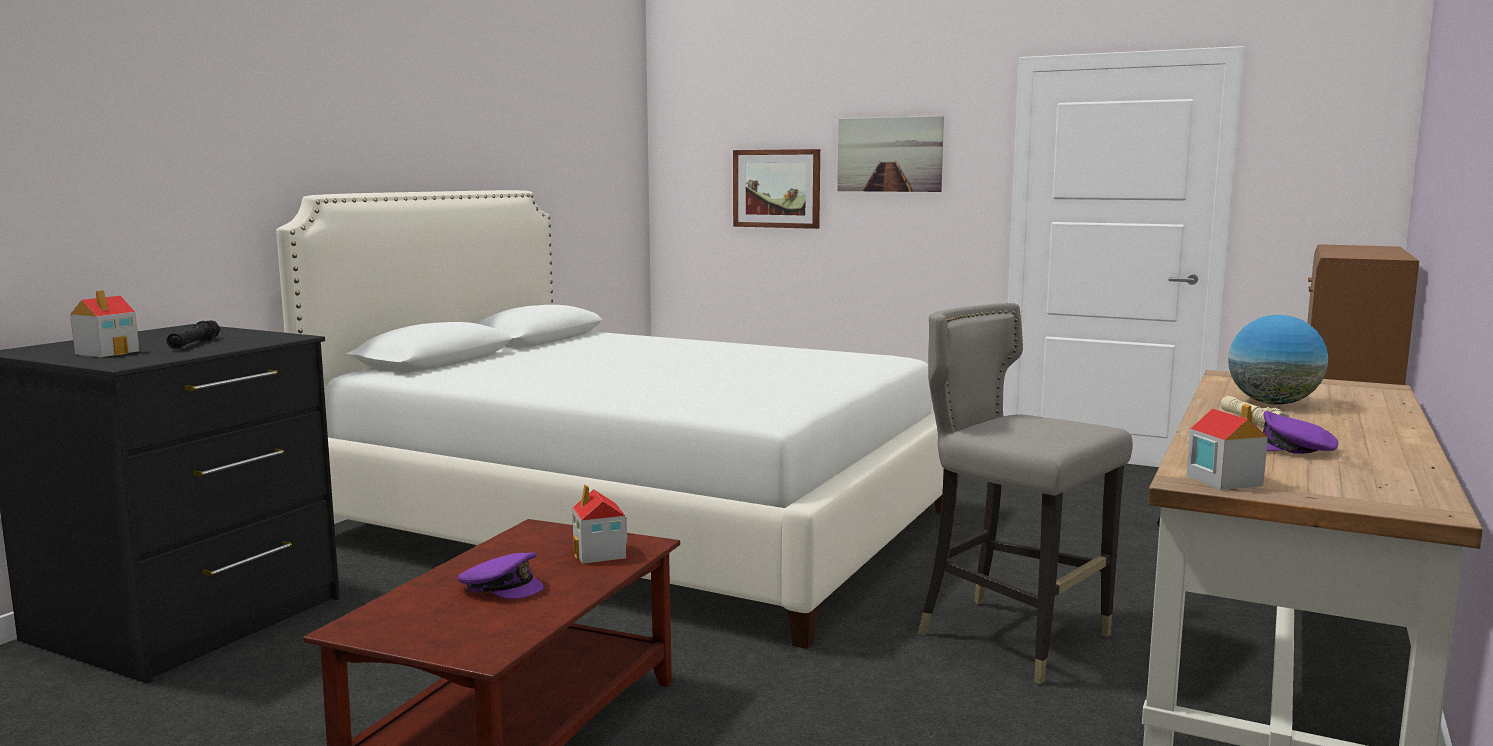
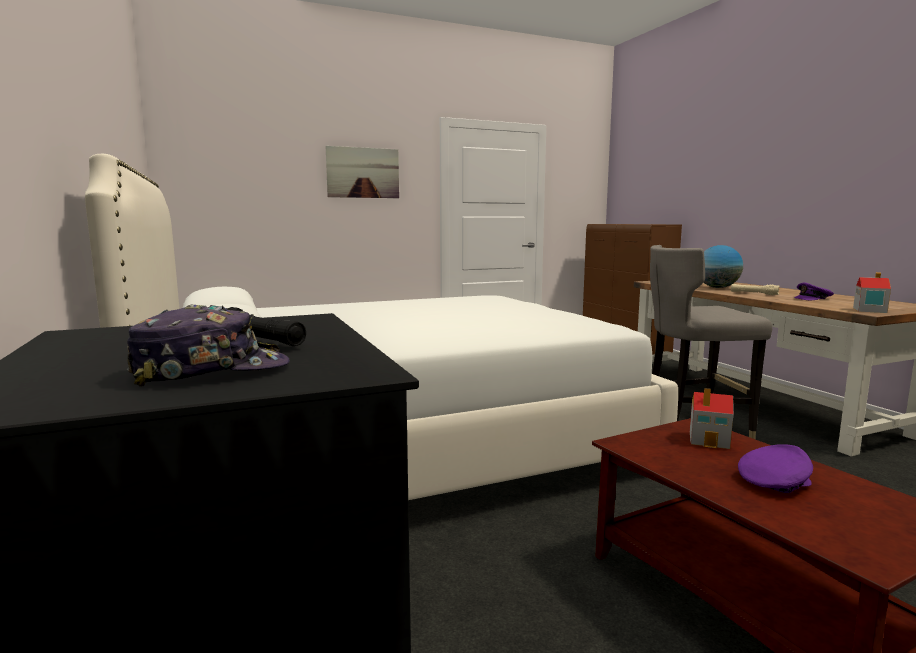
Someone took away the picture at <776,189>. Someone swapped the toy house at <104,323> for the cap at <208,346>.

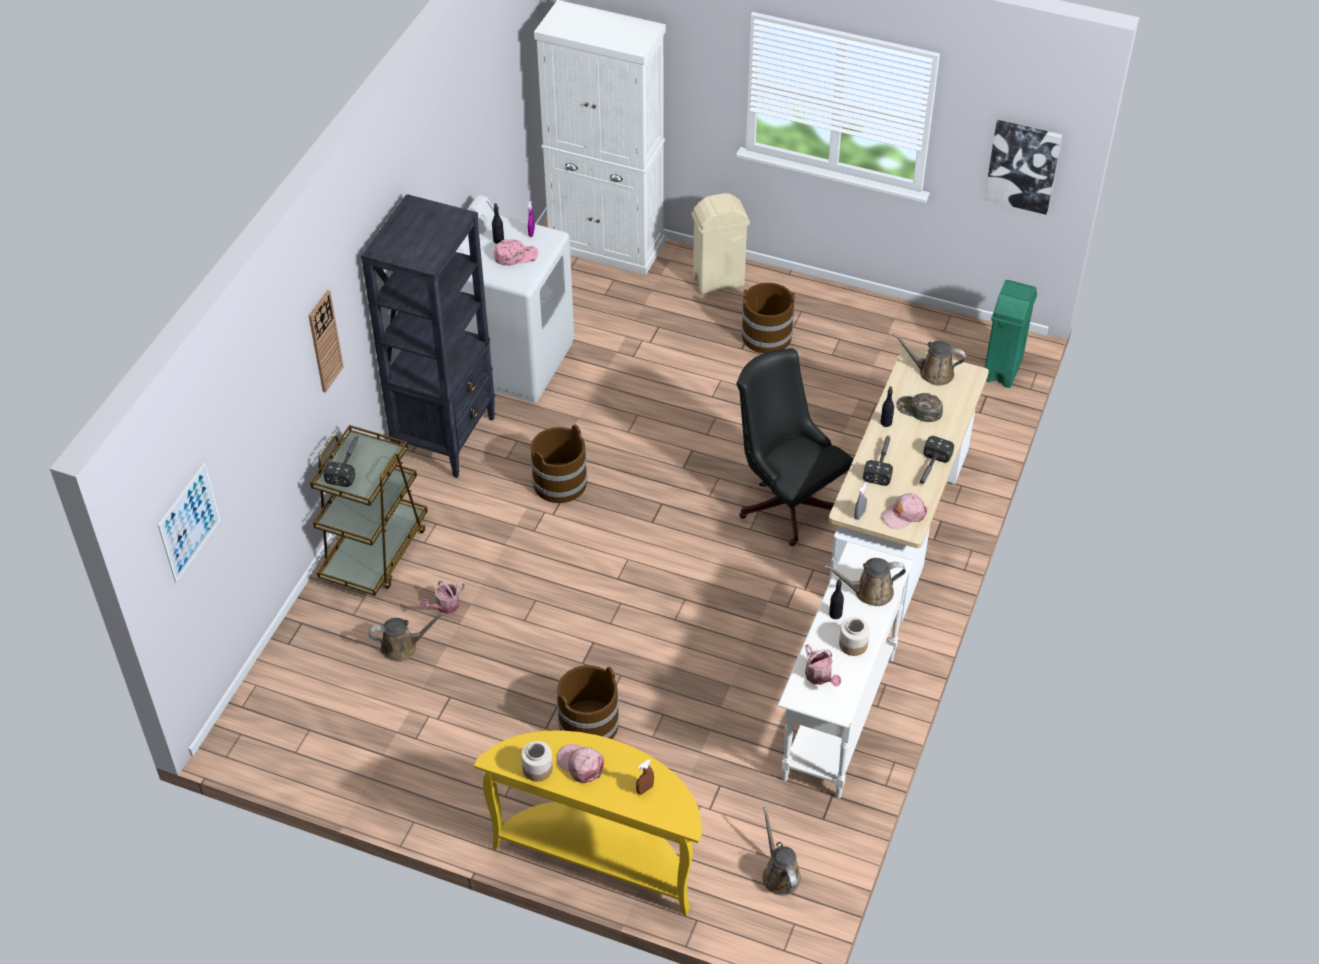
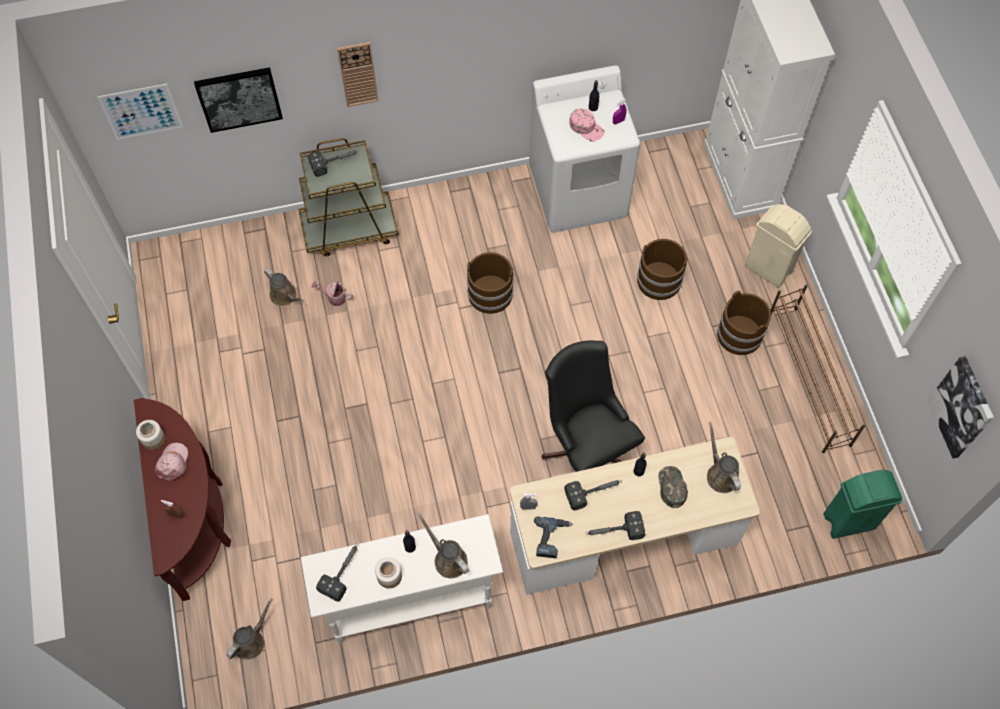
Someone took away the black bookcase at <428,336>. Someone rotated the black office chair at <795,447> by 45 degrees counterclockwise. Someone swapped the pink cap at <904,511> for the power drill at <553,537>. Someone swapped the watering can at <823,665> for the hammer at <337,573>. Someone carried the brown bucket from <588,702> to <662,269>. Someone repainted the yellow console table at <588,823>, which became the brown console table at <182,499>. Someone put up the picture at <238,100>. Someone put down the brown shoe rack at <818,369>.

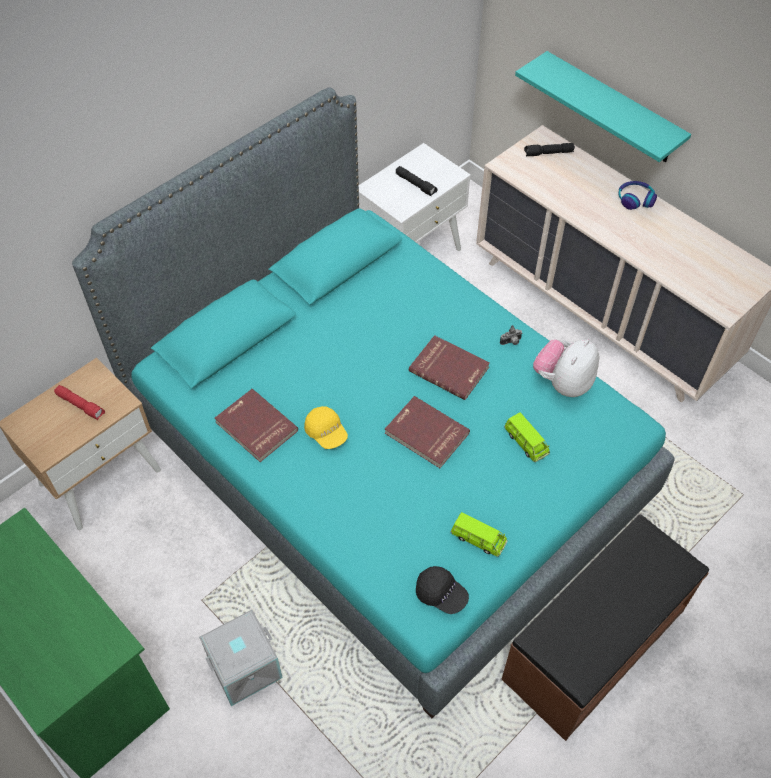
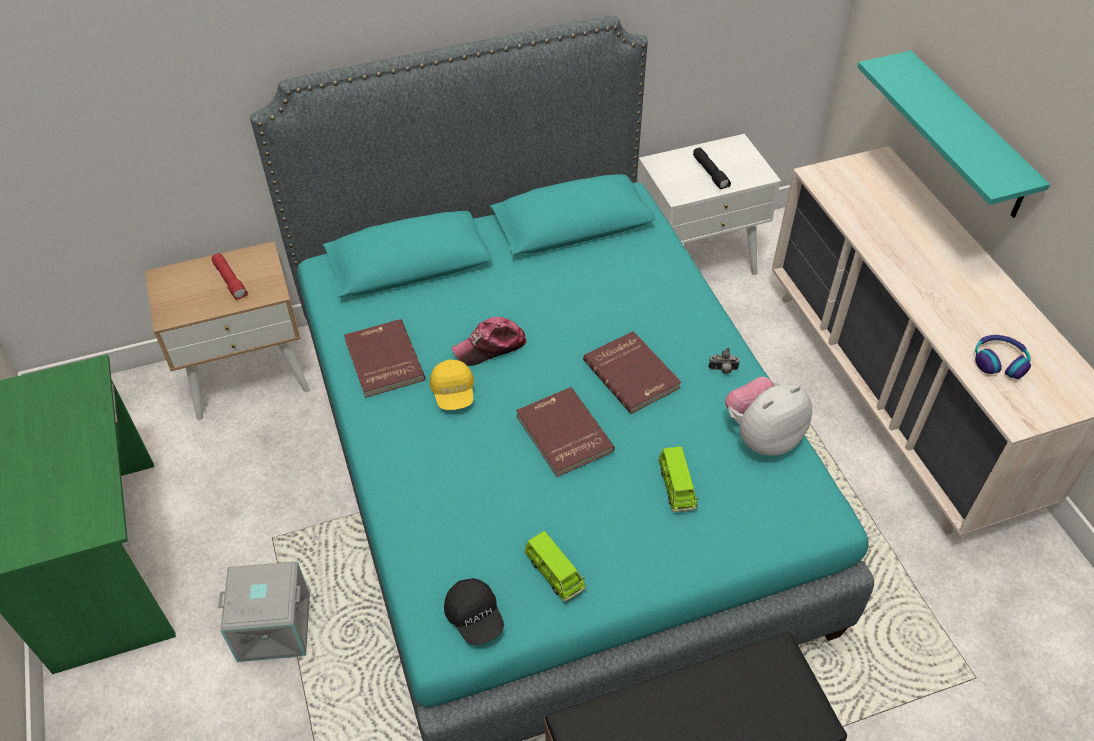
Someone took away the black flashlight at <549,149>. Someone carried the headphones from <638,195> to <1003,357>. Someone put down the cap at <489,341>.

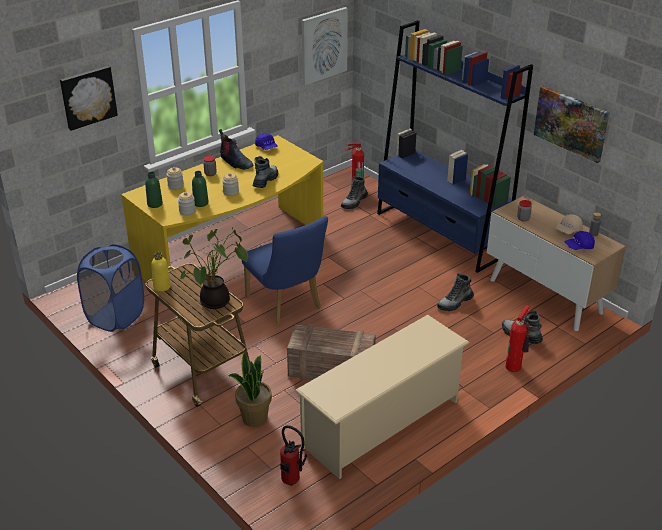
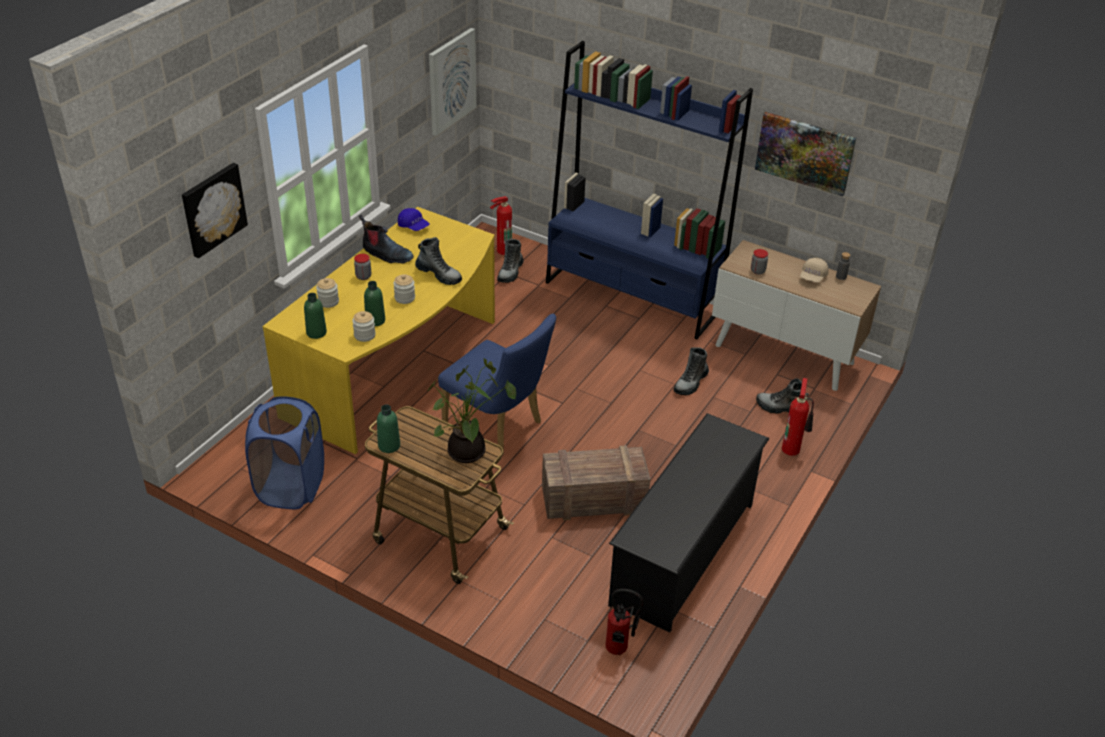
Someone rotated the boot at <265,172> by 120 degrees clockwise. Someone took away the blue cap at <579,240>. Someone repainted the yellow bottle at <161,272>, which became the green bottle at <388,428>. Someone repainted the beige shoe rack at <382,397>, which became the black shoe rack at <688,523>. Someone took away the potted plant at <250,389>.

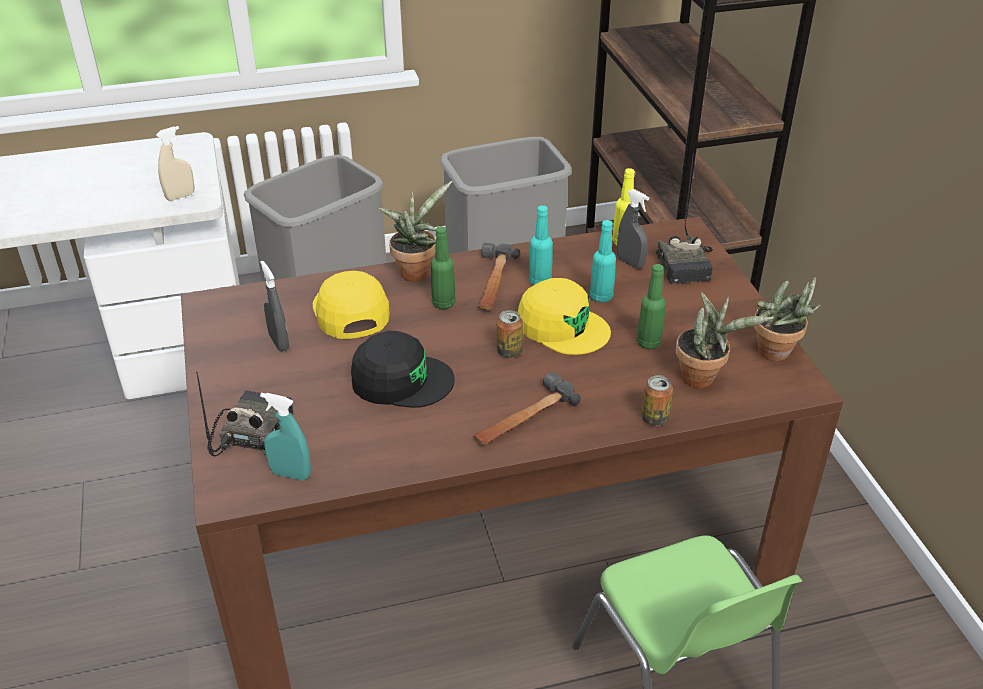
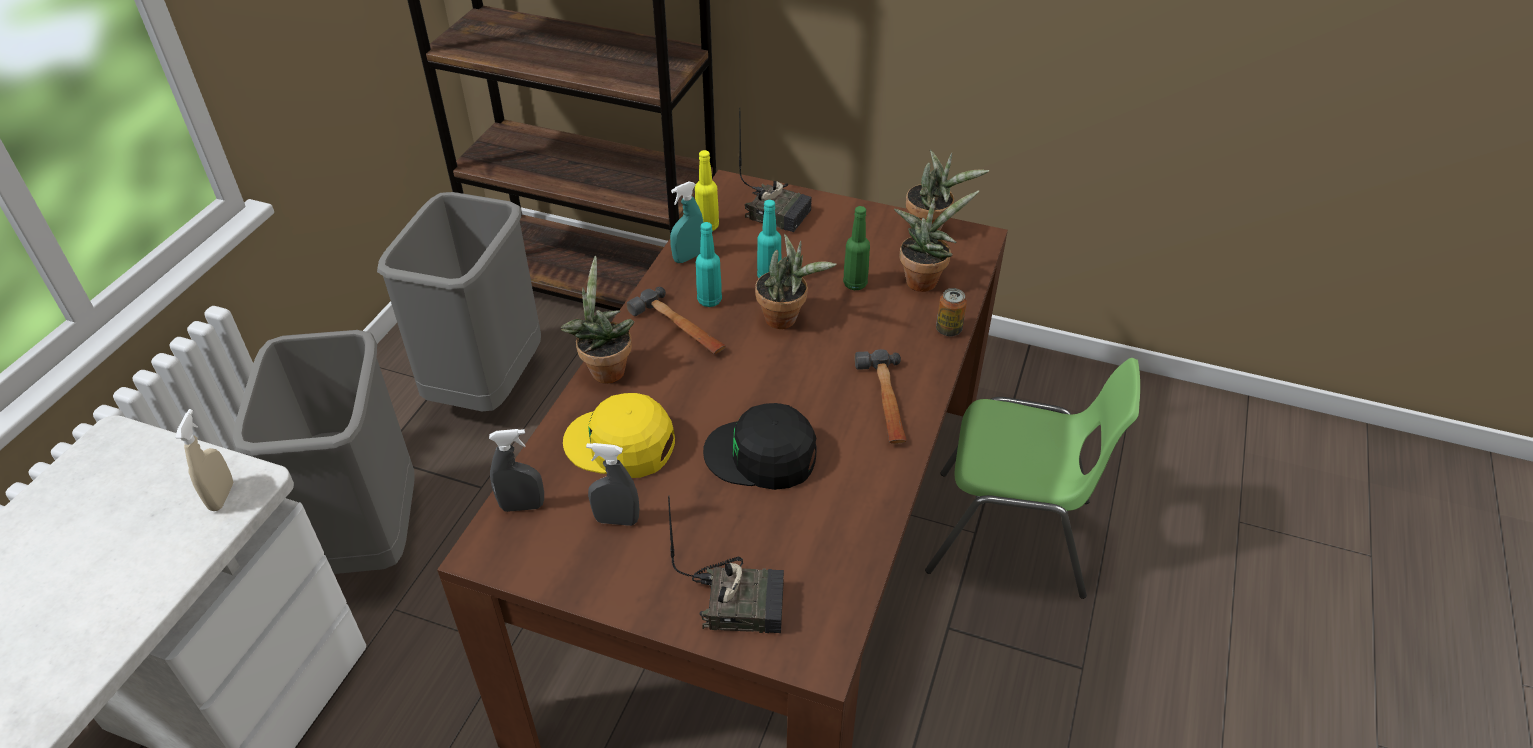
Someone carried the grey spray bottle from <633,229> to <516,470>. Someone took away the green bottle at <443,267>. Someone swapped the yellow cap at <564,316> for the potted plant at <796,281>. Someone took away the can at <510,334>. Someone rotated the black cap at <403,369> by 120 degrees counterclockwise. Someone rotated the radio at <245,414> by 135 degrees clockwise. Someone carried the turquoise spray bottle from <285,437> to <687,222>.

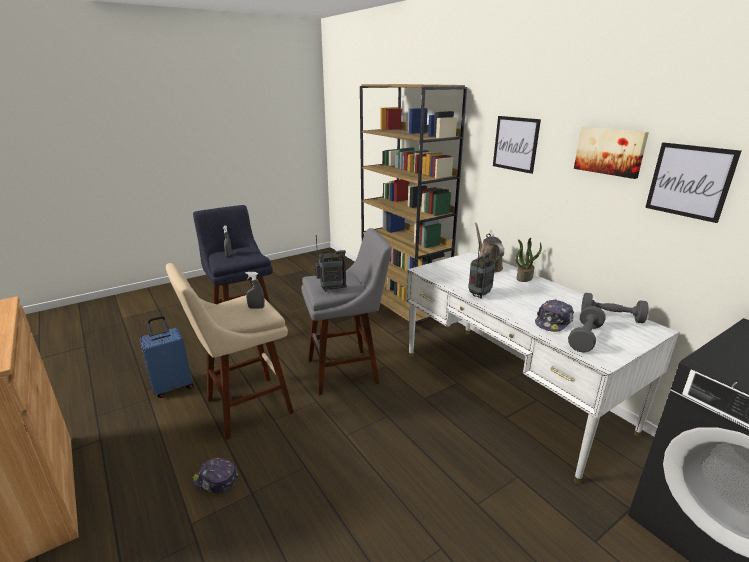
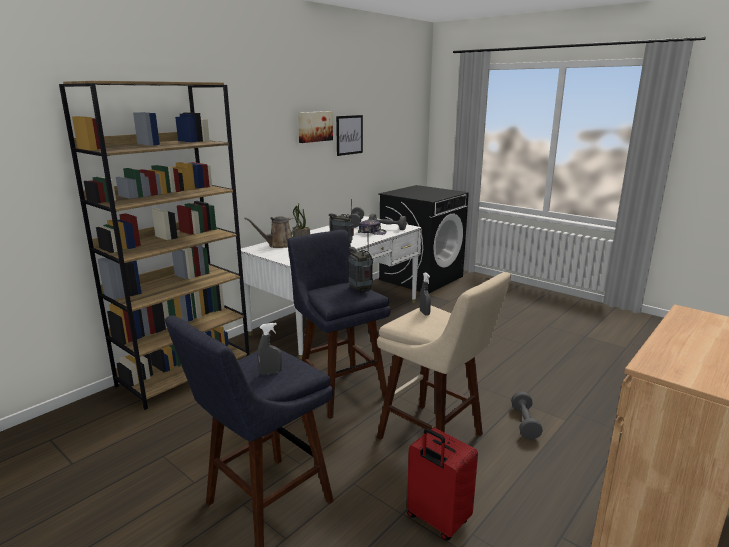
Someone took away the picture at <517,145>. Someone repainted the grey stool at <346,311>, which became the blue stool at <339,324>. Someone repainted the blue suitcase at <166,357>, which became the red suitcase at <442,484>. Someone swapped the cap at <215,475> for the grey dumbbell at <527,415>.

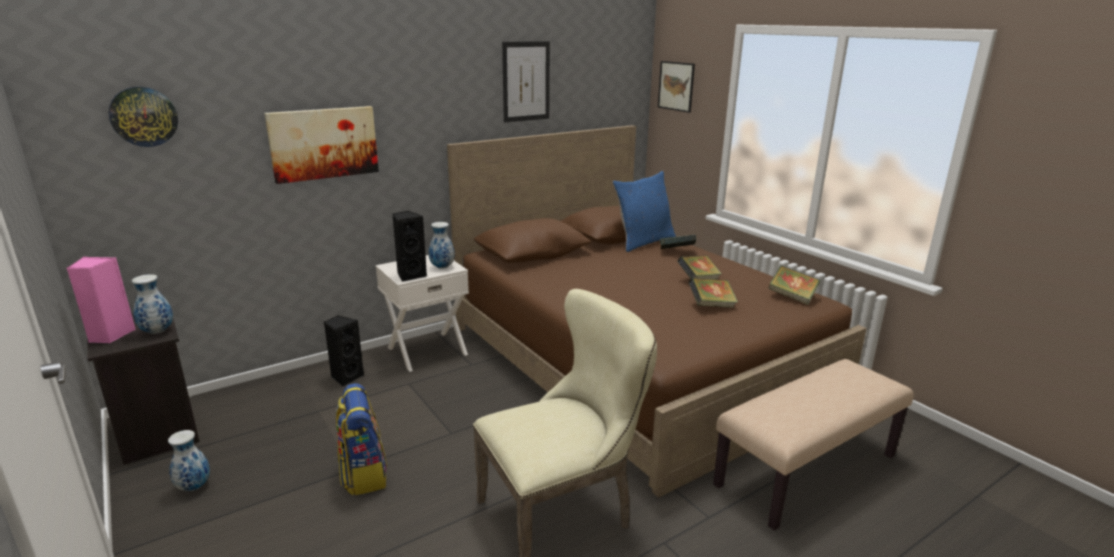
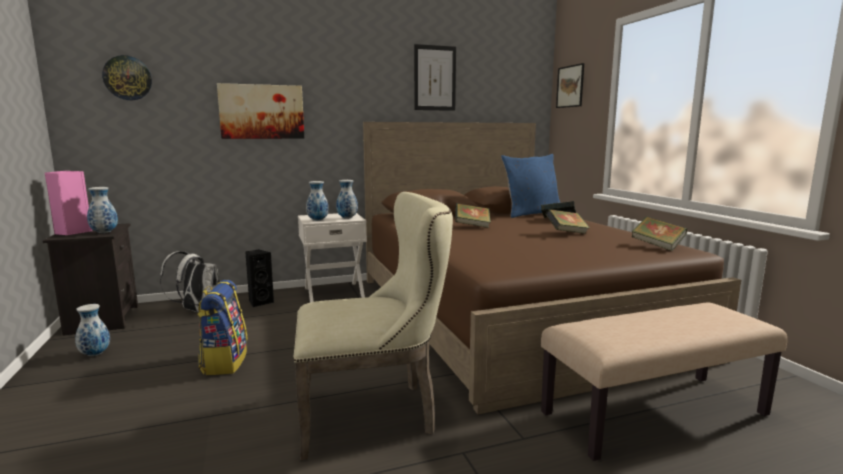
Someone swapped the black speaker at <409,246> for the vase at <317,201>. Someone carried the book from <713,293> to <473,215>. Someone put down the white backpack at <190,281>.

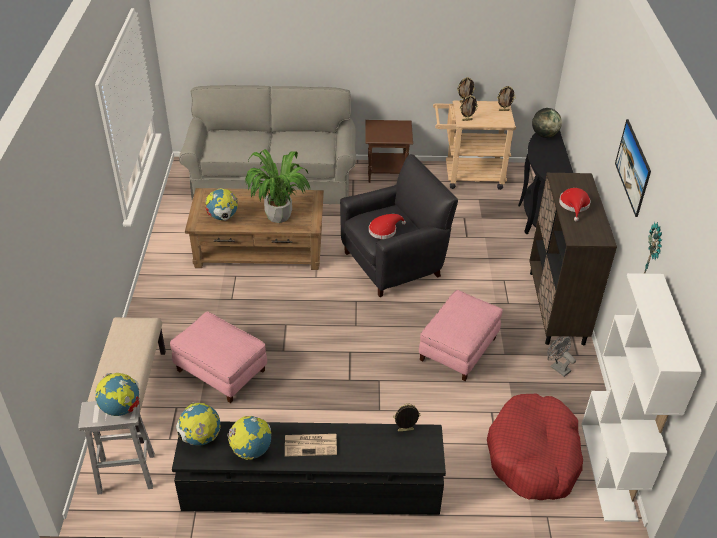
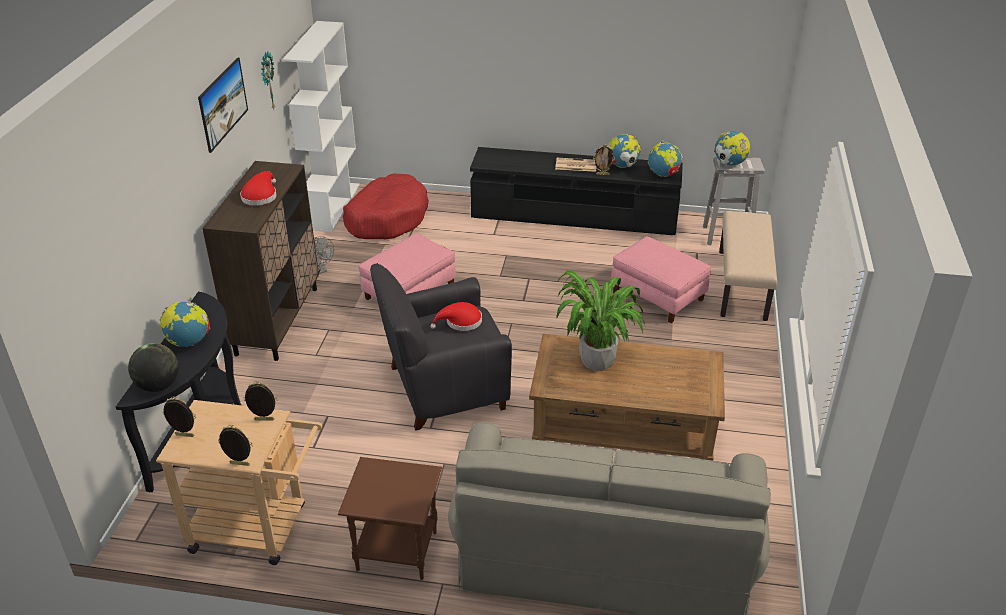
Someone carried the globe from <221,204> to <185,324>. Someone carried the picture frame from <406,417> to <604,160>.

